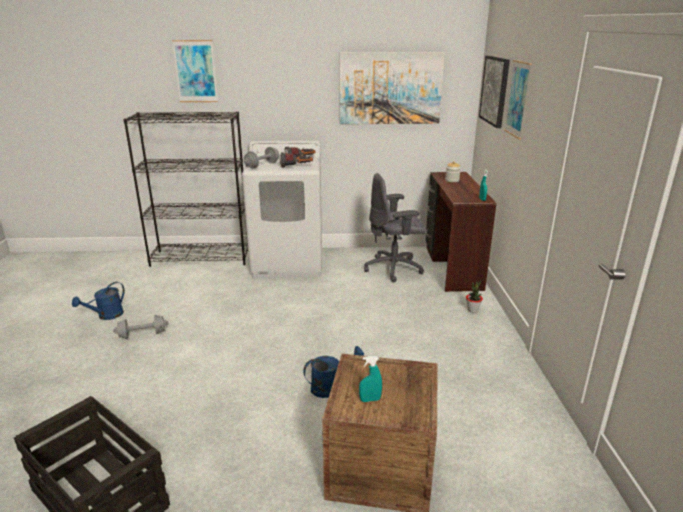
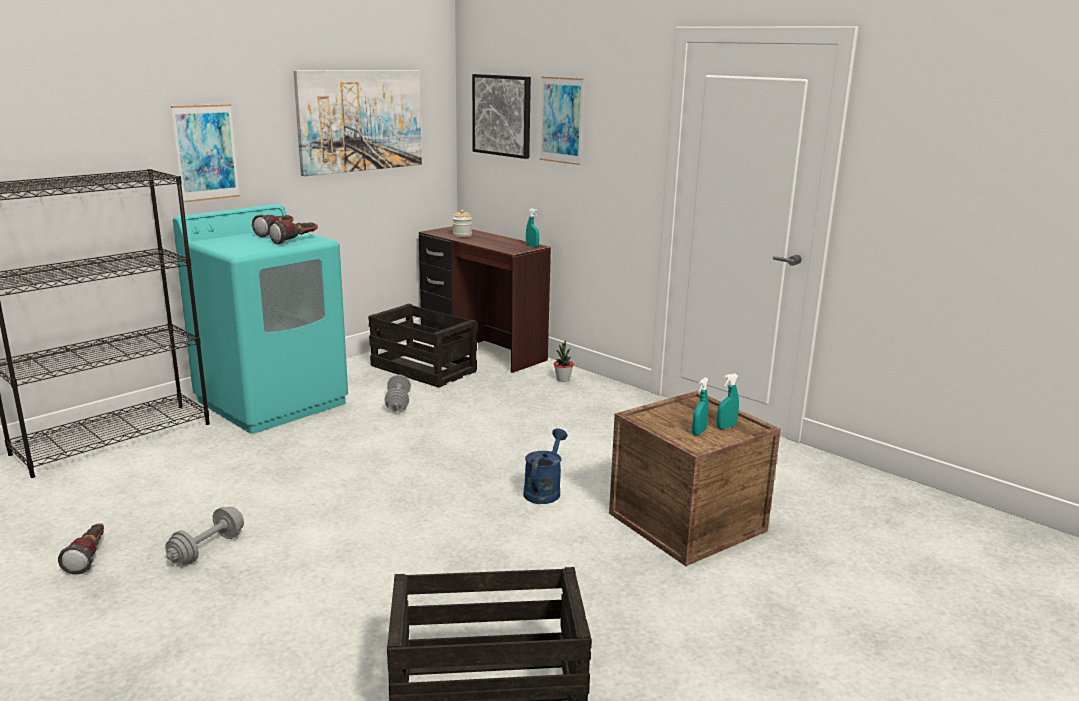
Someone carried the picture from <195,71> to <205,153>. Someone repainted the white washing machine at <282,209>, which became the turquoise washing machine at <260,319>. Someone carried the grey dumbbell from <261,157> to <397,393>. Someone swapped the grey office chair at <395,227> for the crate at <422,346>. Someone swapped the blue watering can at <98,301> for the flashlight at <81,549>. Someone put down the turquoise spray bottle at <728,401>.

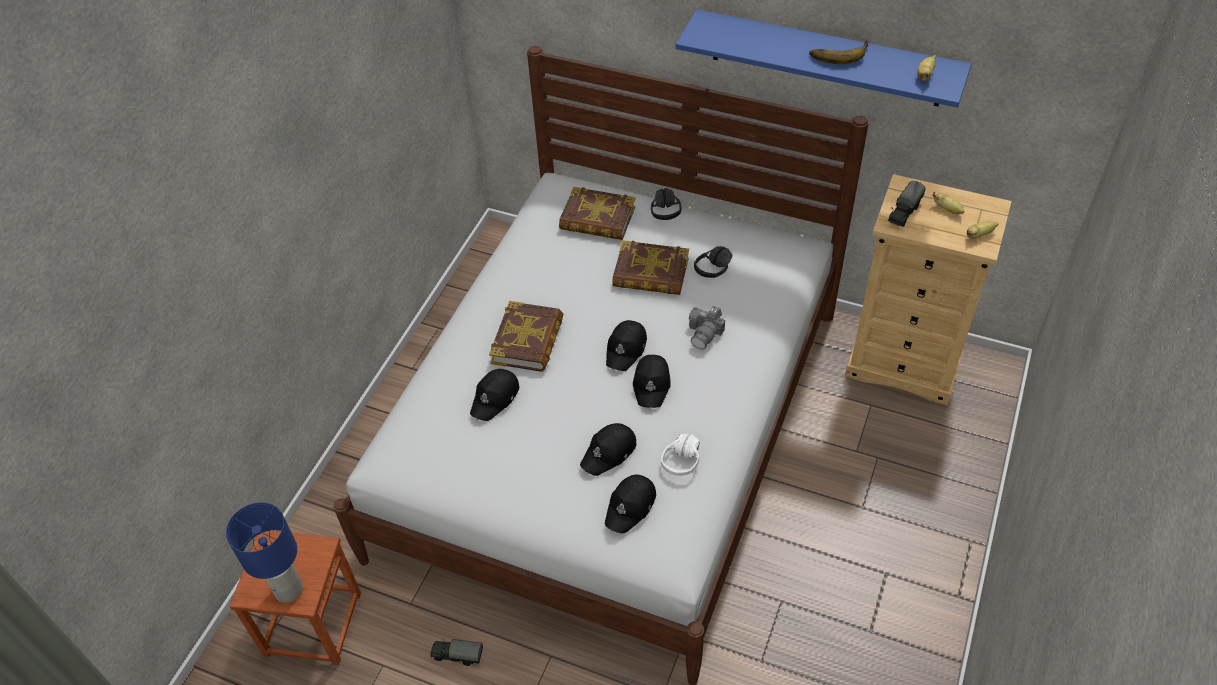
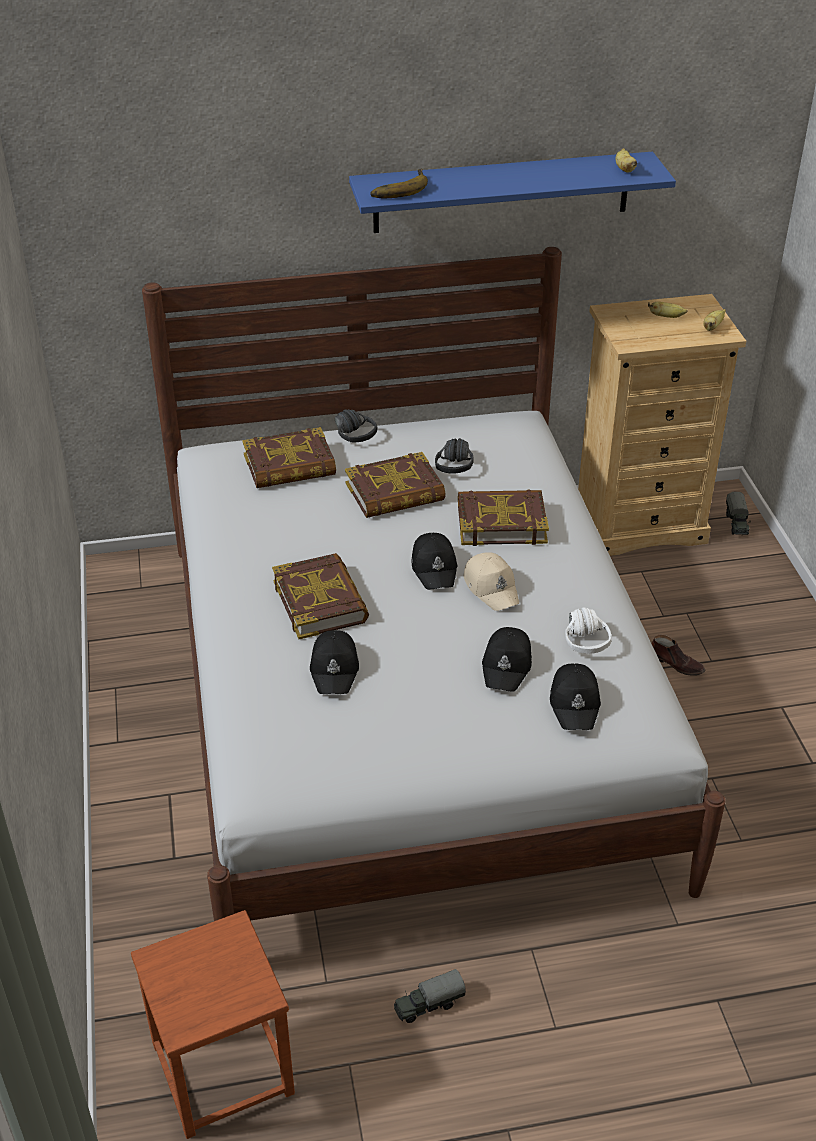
Someone carried the banana from <839,52> to <399,183>. Someone carried the toy truck from <907,204> to <738,513>. Someone swapped the photo camera at <707,327> for the book at <503,517>. Someone repainted the black cap at <652,381>, which became the beige cap at <491,581>. Someone took away the blue table lamp at <264,552>. Someone put down the brown shoe at <678,655>.

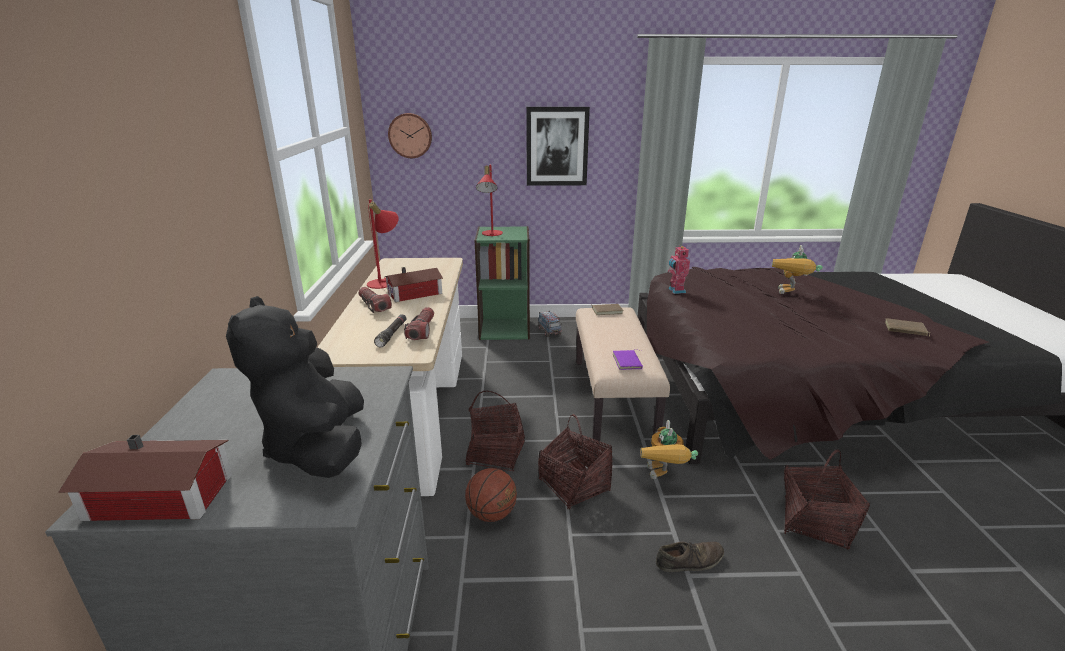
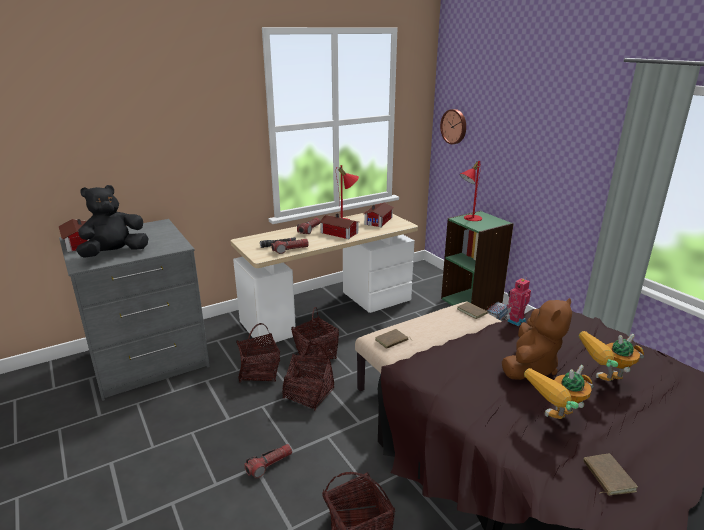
Someone took away the picture at <558,146>. Someone repainted the purple book at <628,359>, which became the brown book at <393,339>. Someone carried the toy robot from <669,449> to <558,392>. Someone swapped the basketball at <491,495> for the basket at <258,353>. Someone swapped the brown shoe at <690,557> for the flashlight at <268,461>. Someone put down the toy house at <378,214>. Someone put down the brown plush toy at <537,339>.

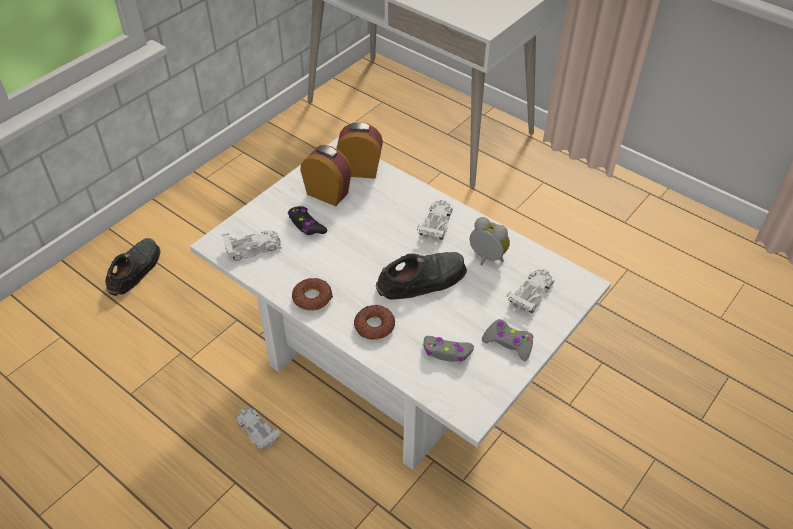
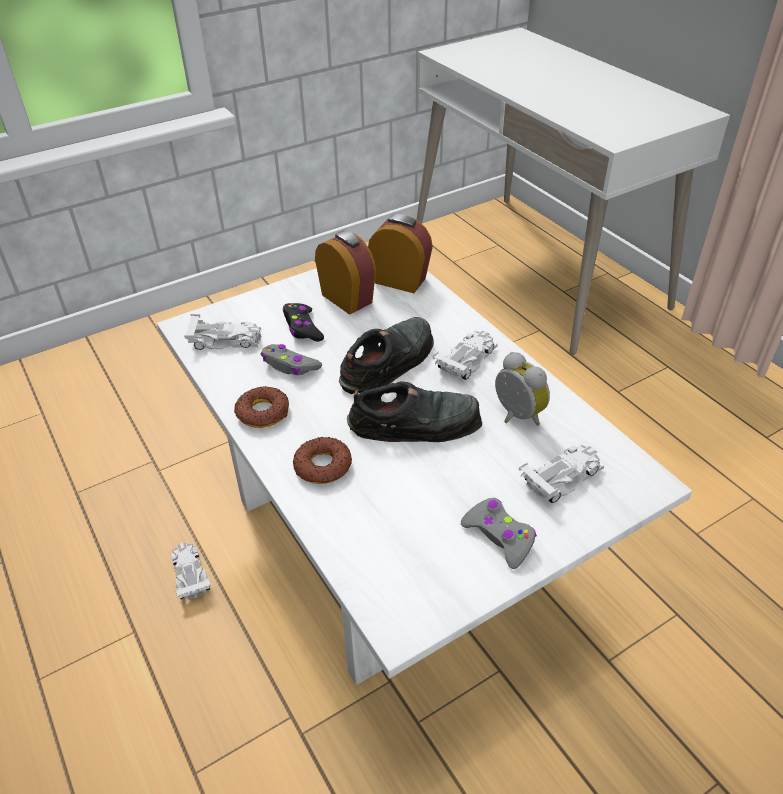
Someone carried the black shoe from <133,267> to <386,355>. Someone carried the grey game controller from <448,349> to <291,359>.

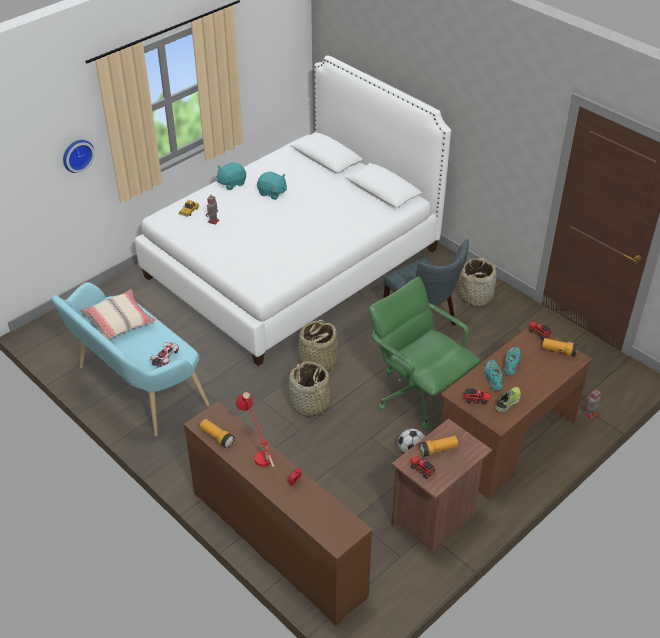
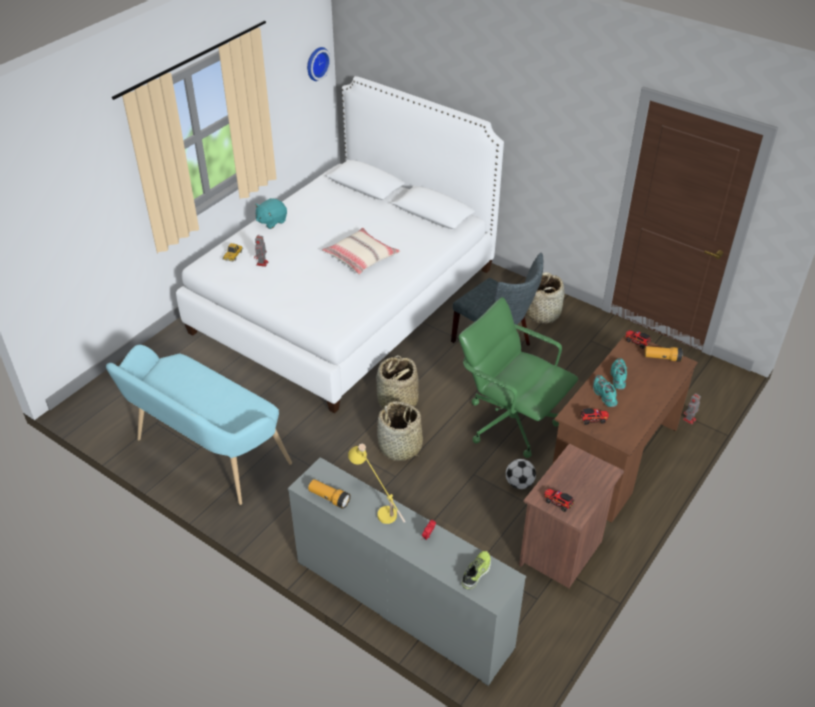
Someone carried the wall clock from <79,156> to <319,64>. Someone took away the turquoise plush toy at <272,185>. Someone carried the beige pillow from <119,314> to <361,251>. Someone took away the toy car at <164,354>. Someone carried the shoe from <508,399> to <476,570>. Someone repainted the red table lamp at <255,429>, which became the yellow table lamp at <377,484>. Someone repainted the brown dresser at <278,513>, which became the grey dresser at <407,571>. Someone took away the flashlight at <438,446>.

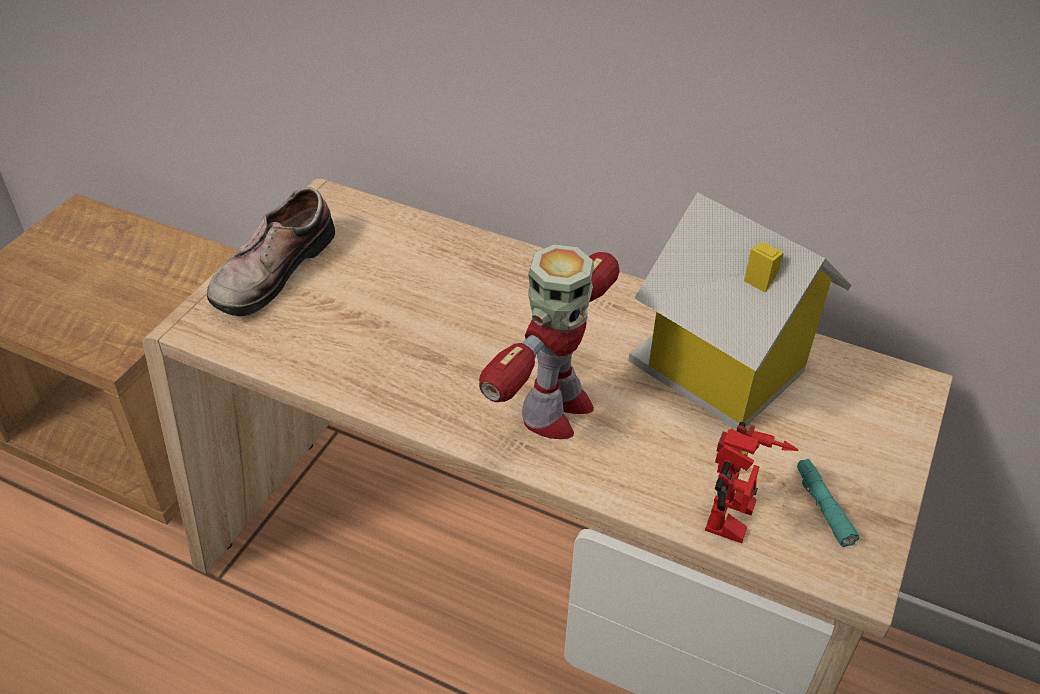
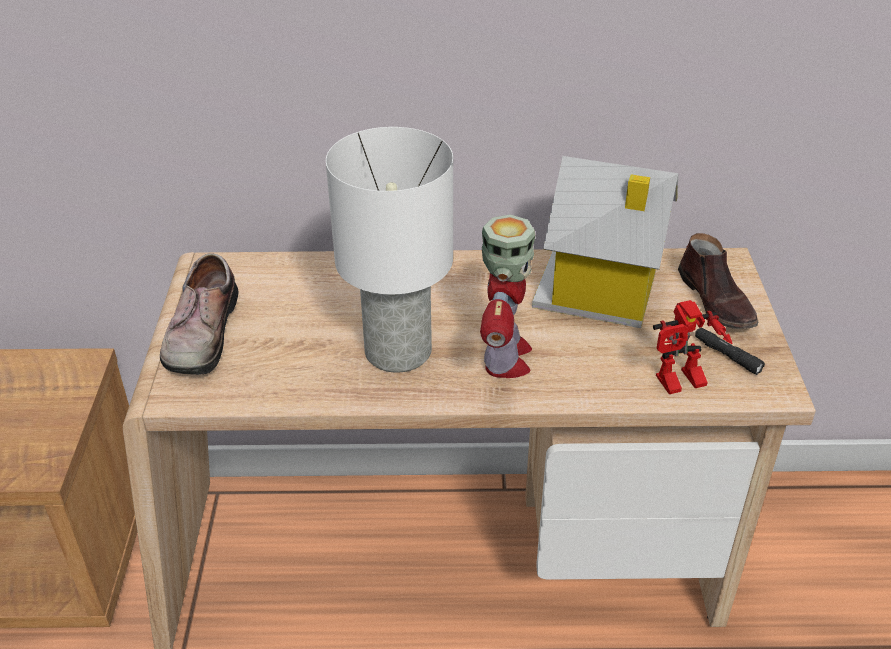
Someone rotated the toy robot at <752,482> by 75 degrees clockwise. Someone repainted the turquoise flashlight at <828,503>, which became the black flashlight at <730,351>. Someone put down the white table lamp at <389,250>. Someone put down the brown shoe at <718,281>.

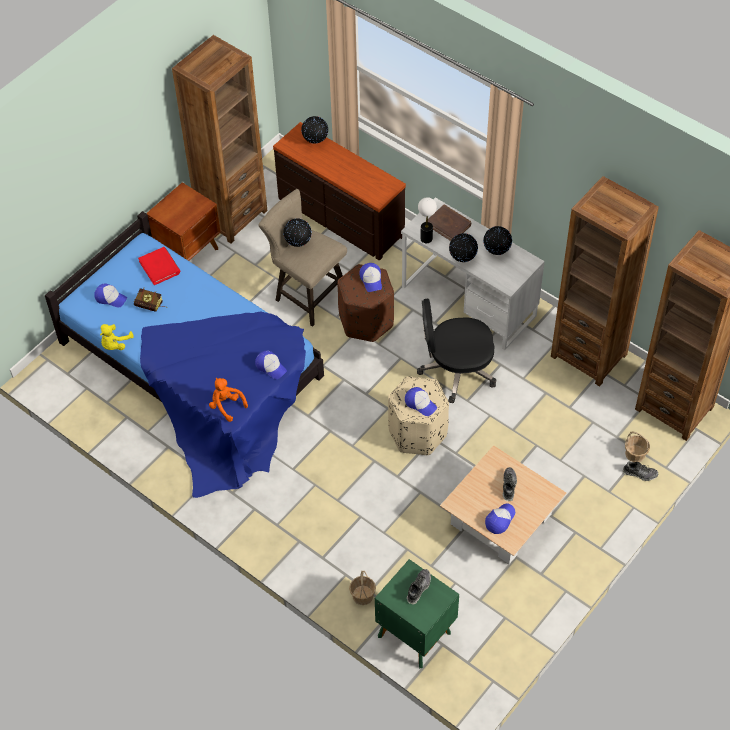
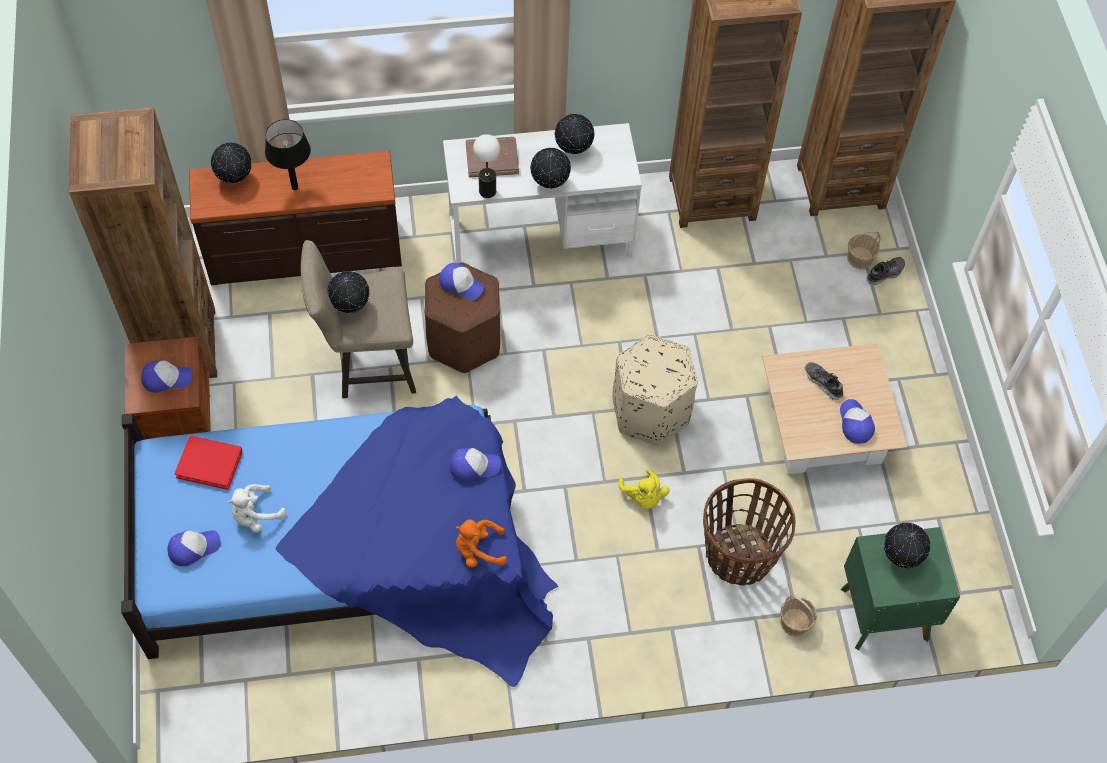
Someone swapped the book at <149,300> for the white plush toy at <256,508>. Someone took away the black office chair at <456,351>. Someone carried the yellow plush toy from <117,337> to <644,489>. Someone carried the cap from <421,401> to <166,376>. Someone swapped the shoe at <419,586> for the globe at <907,545>. Someone put down the black table lamp at <288,154>. Someone put down the basket at <749,532>.

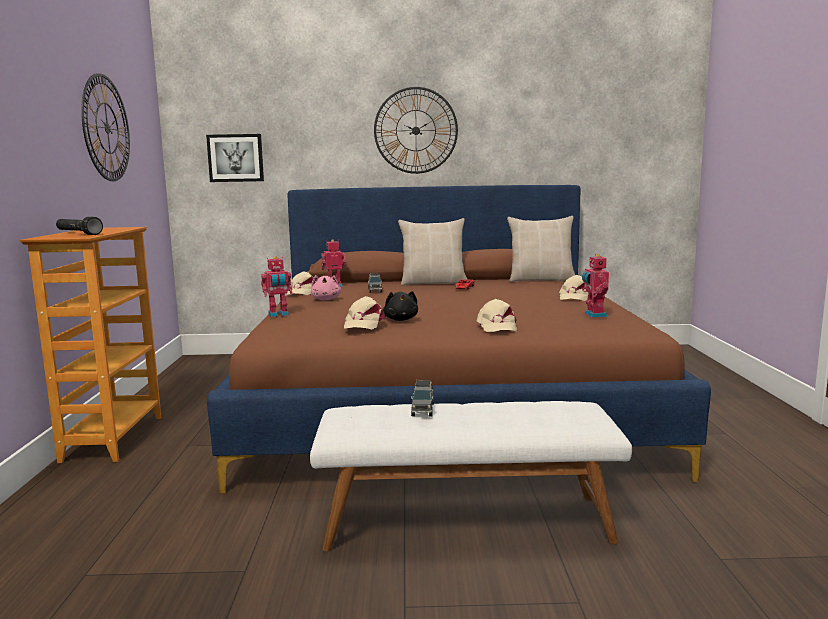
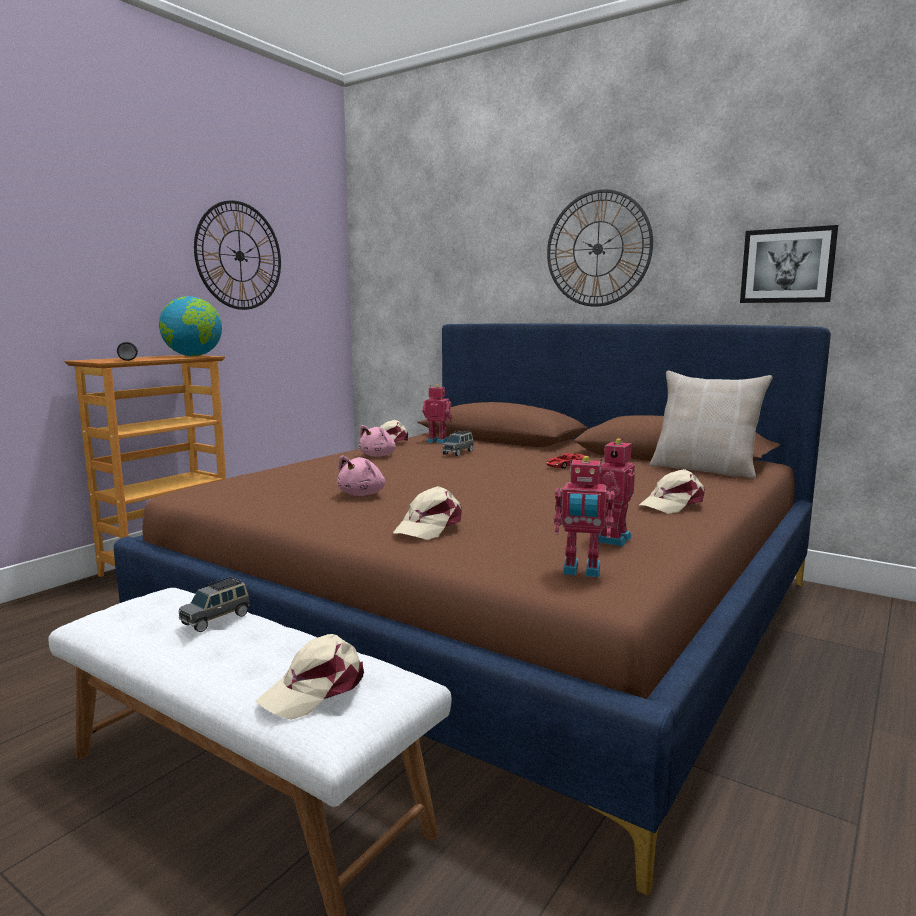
Someone carried the picture from <235,158> to <789,264>. Someone took away the beige pillow at <433,252>. Someone carried the toy robot from <276,286> to <584,516>. Someone repainted the black plush toy at <400,306>, which became the pink plush toy at <361,476>. Someone carried the beige cap from <364,313> to <310,677>. Someone put down the globe at <190,326>.

